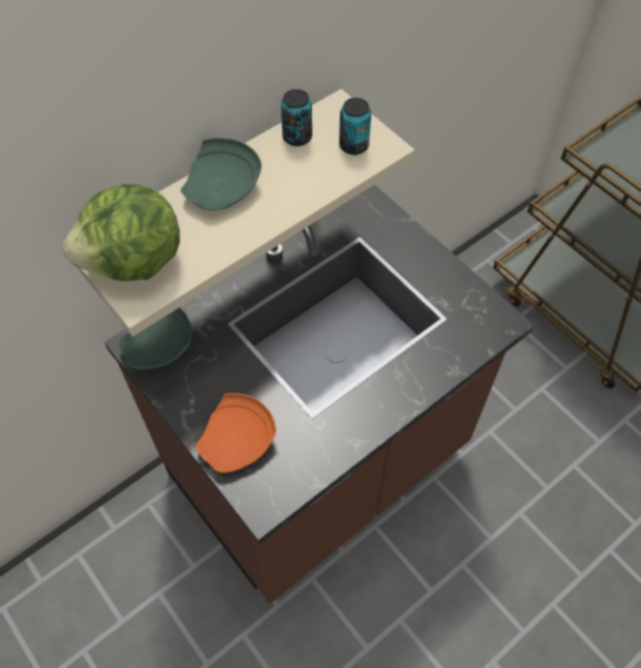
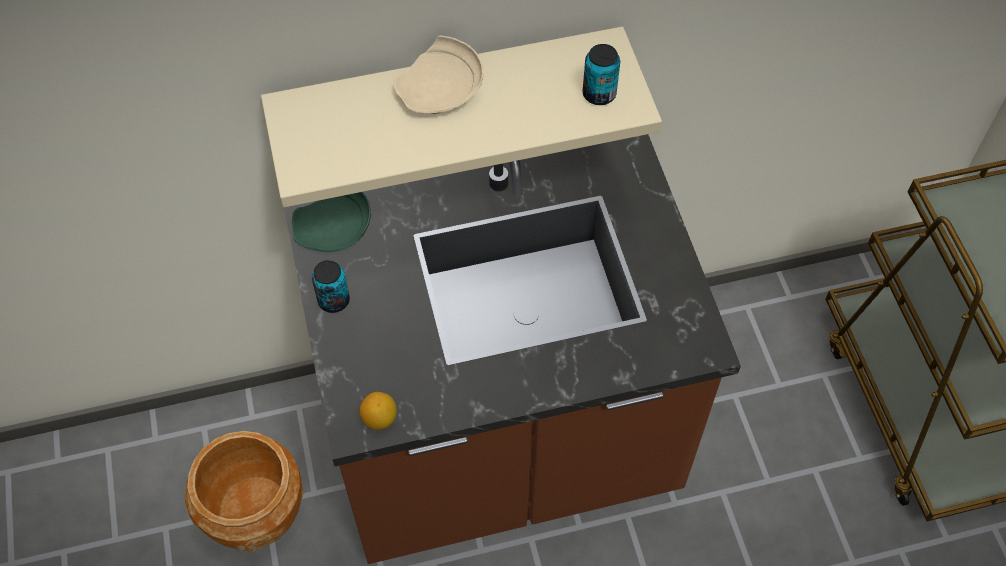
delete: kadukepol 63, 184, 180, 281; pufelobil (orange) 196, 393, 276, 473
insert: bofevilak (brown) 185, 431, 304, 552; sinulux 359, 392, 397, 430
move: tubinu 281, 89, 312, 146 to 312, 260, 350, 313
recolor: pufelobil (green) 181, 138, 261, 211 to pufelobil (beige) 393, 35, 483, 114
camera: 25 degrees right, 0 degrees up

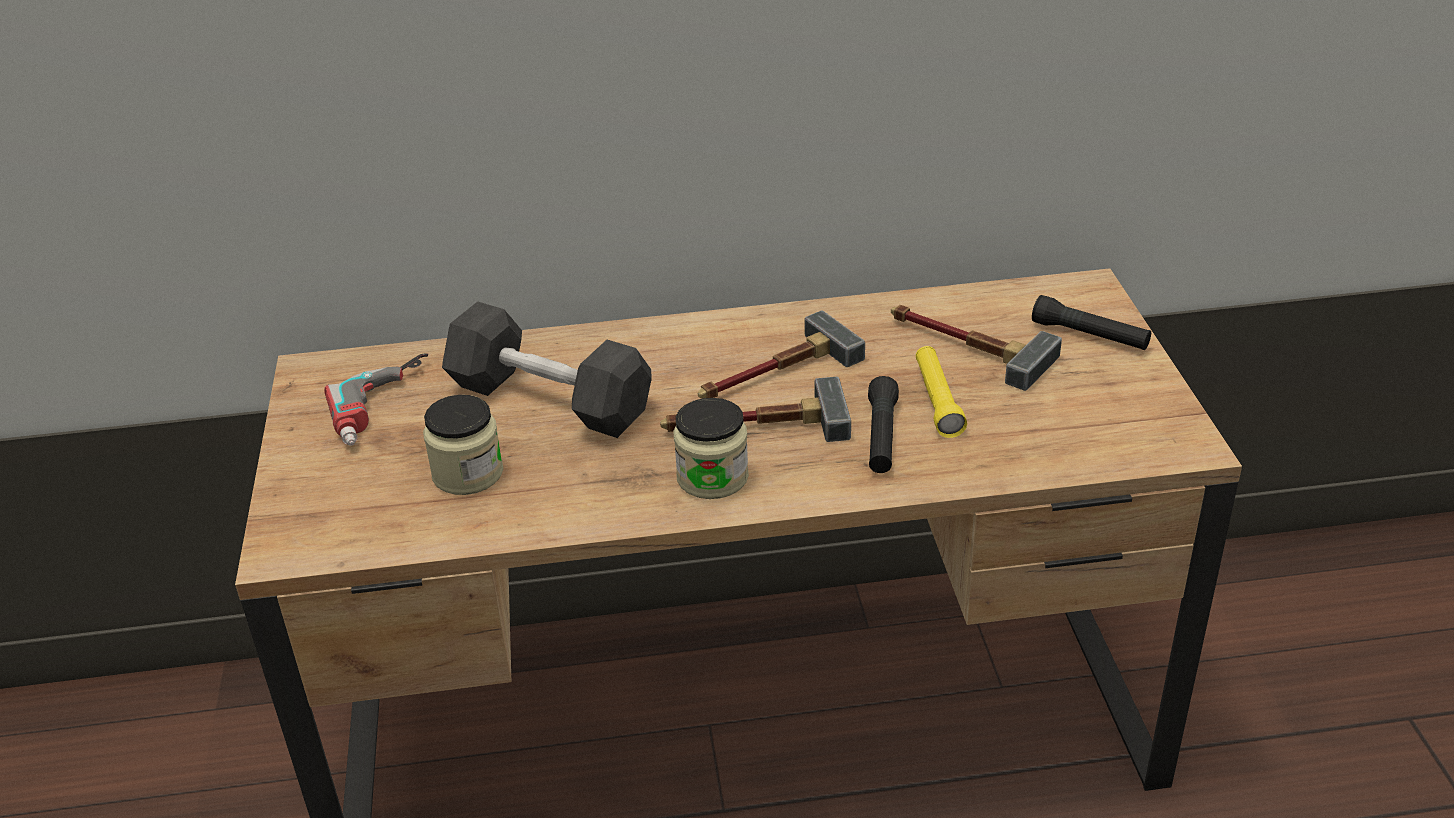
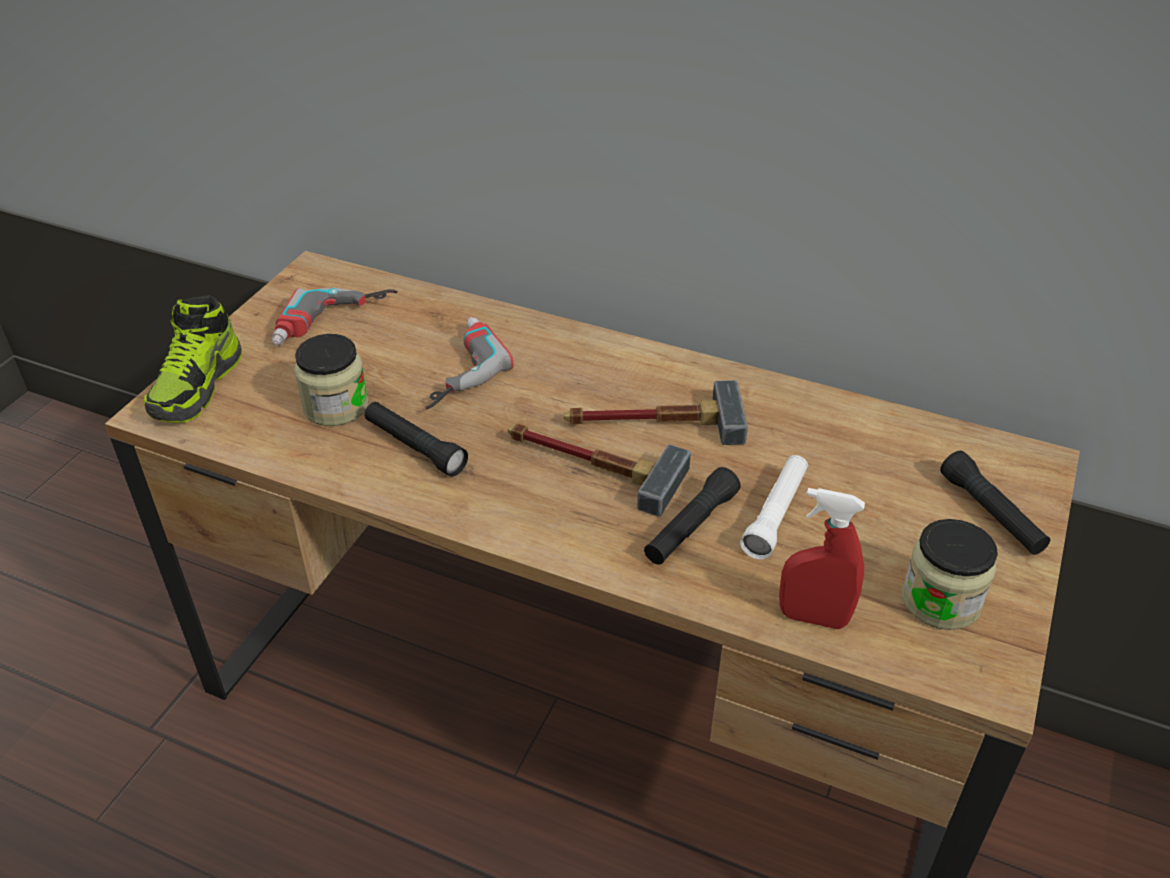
delete: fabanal 891, 305, 1062, 391
insert: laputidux 144, 295, 242, 423; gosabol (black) 365, 402, 468, 477; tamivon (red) 779, 488, 865, 629
move: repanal 673, 398, 749, 499 to 902, 519, 998, 630
replace: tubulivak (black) 442, 301, 652, 438 to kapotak 426, 317, 513, 410
recolor: gosabol (yellow) 915, 346, 967, 438 to gosabol (white) 740, 455, 808, 559
camera: 30 degrees right, 5 degrees up

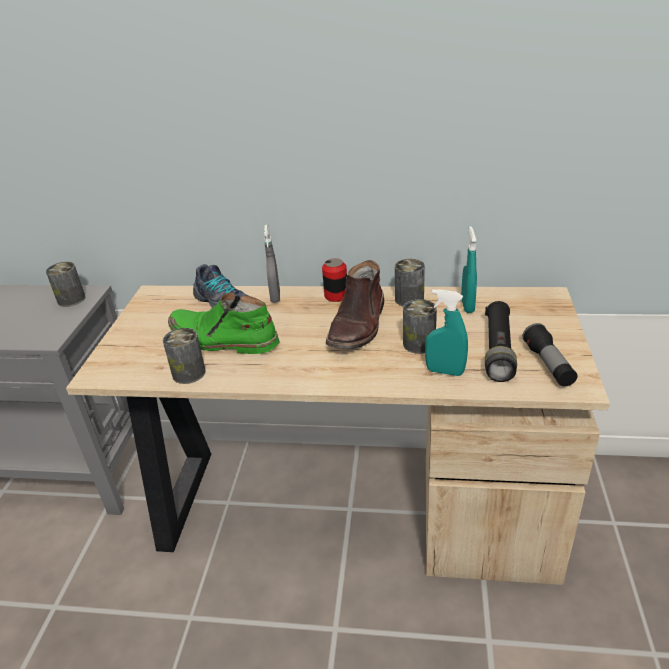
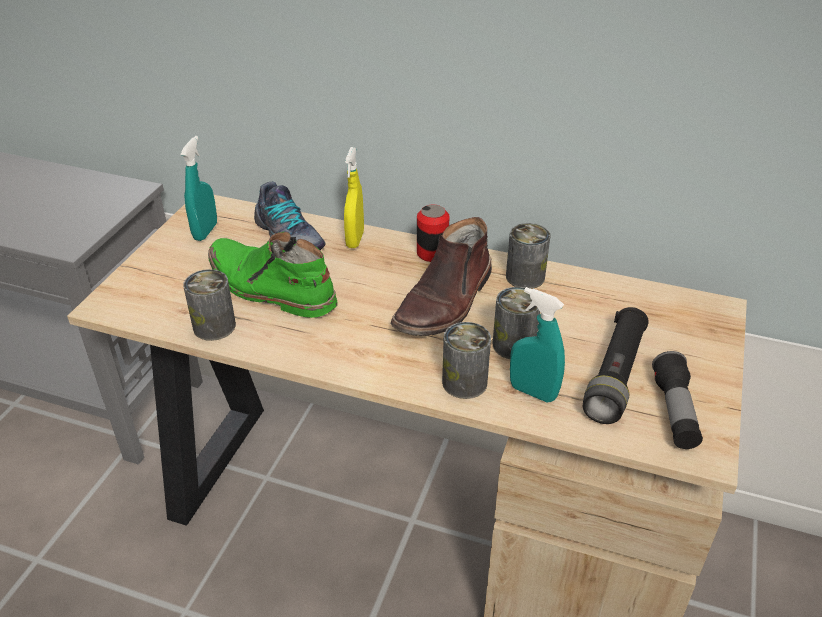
move: tamivon (turquoise) 461, 226, 477, 313 to 180, 136, 217, 241; tubinu 46, 262, 85, 307 to 442, 322, 491, 399
recolor: tamivon (grey) 264, 225, 280, 303 to tamivon (yellow) 344, 147, 364, 248
camera: 10 degrees right, 5 degrees up

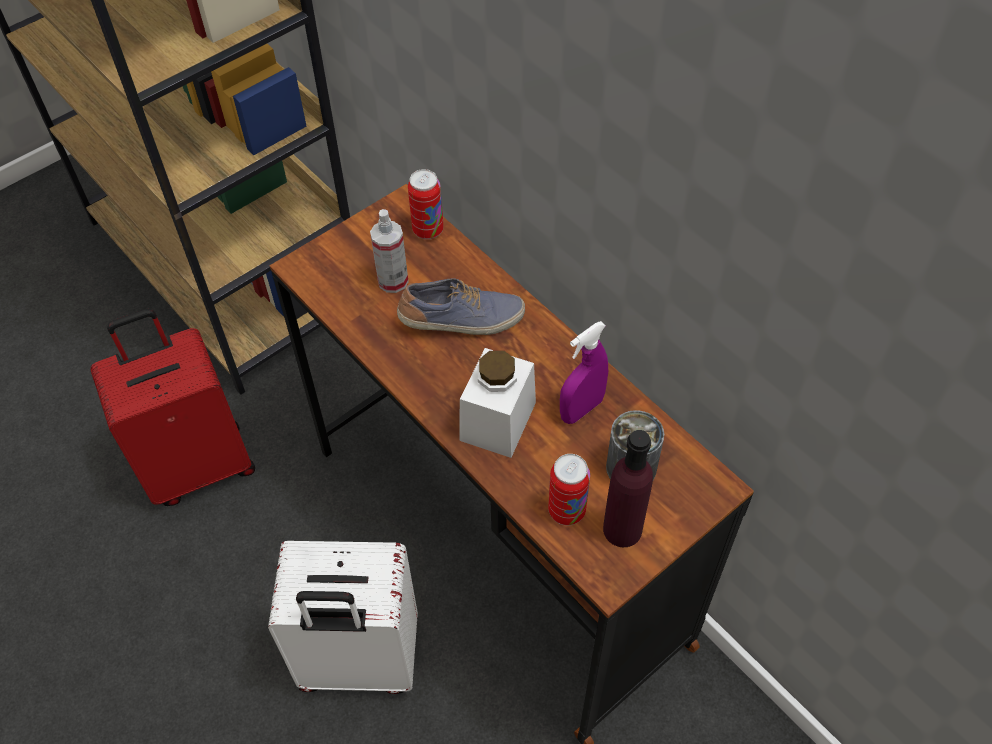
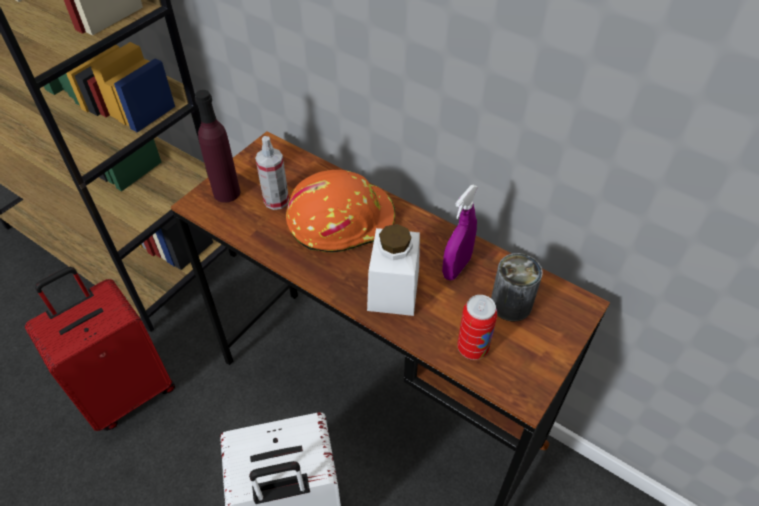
delete: tubinu 408, 169, 444, 239
move: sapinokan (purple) 603, 430, 653, 547 to 195, 90, 240, 203
replace: laputidux 397, 278, 525, 335 to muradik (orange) 286, 170, 395, 252
camera: 15 degrees left, 5 degrees down

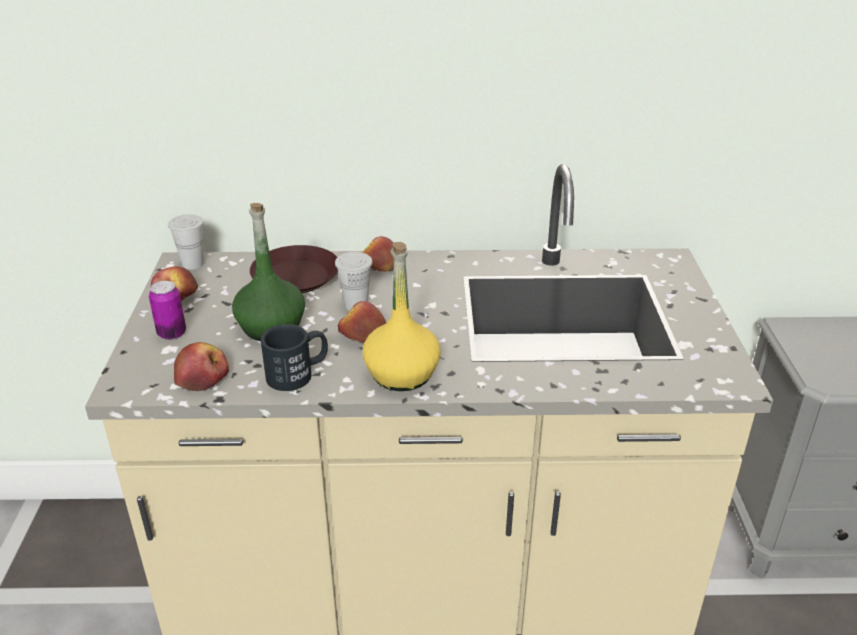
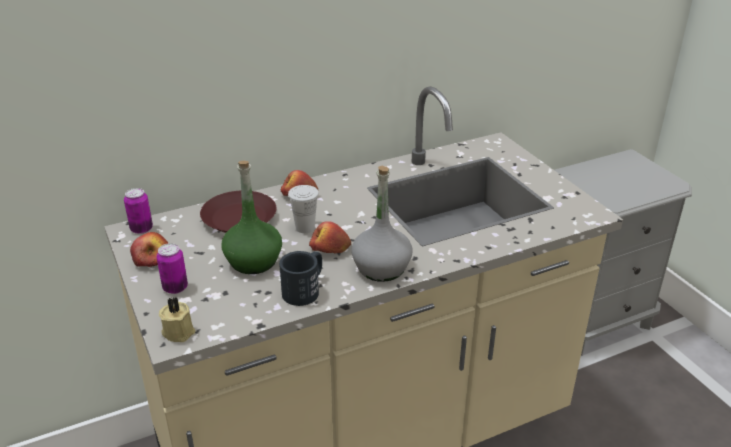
delete: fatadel 174, 342, 229, 391
insert: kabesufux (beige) 159, 297, 195, 342
replace: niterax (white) 168, 214, 204, 270 to tubinu 124, 188, 153, 234
recolor: sapinokan (yellow) 363, 242, 441, 391 to sapinokan (grey) 351, 166, 412, 282
camera: 25 degrees left, 0 degrees up

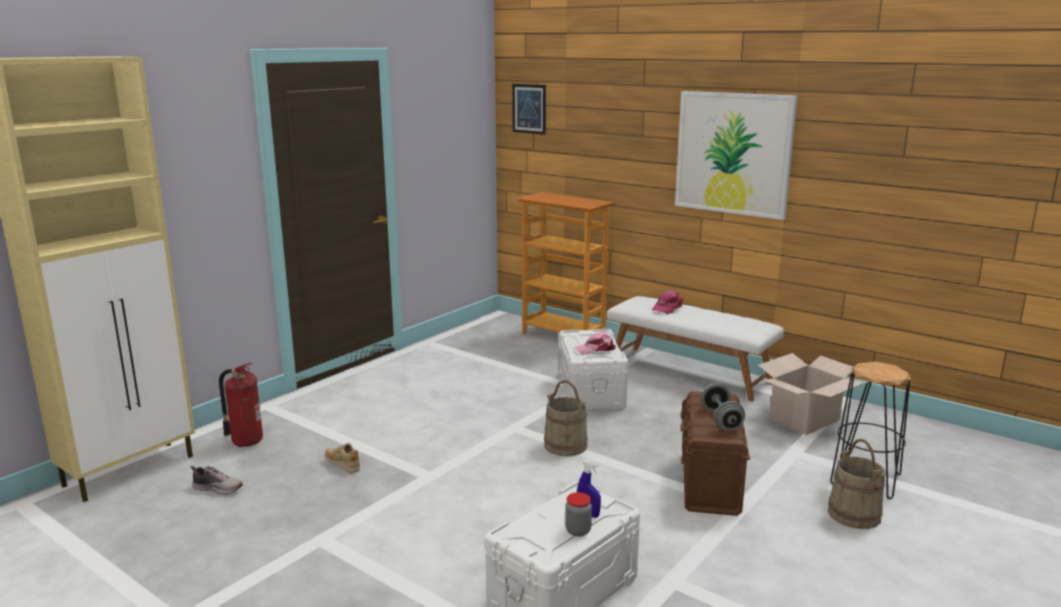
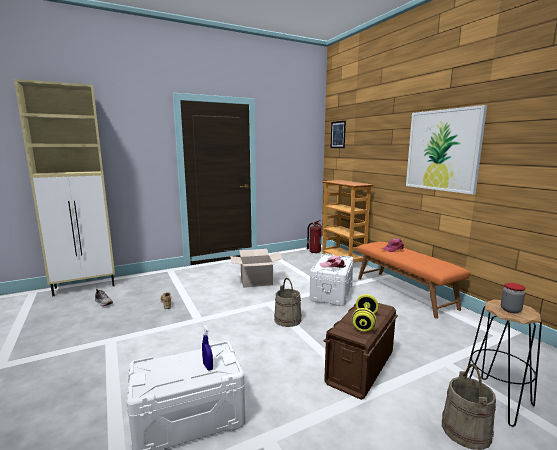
move: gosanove 758, 353, 865, 435 to 230, 249, 282, 288; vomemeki 219, 363, 263, 447 to 307, 220, 322, 253; repanal 565, 492, 592, 536 to 501, 283, 525, 313
recolor: tubulivak (grey) 701, 383, 745, 431 to tubulivak (yellow) 352, 294, 378, 331; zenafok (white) 607, 296, 784, 401 to zenafok (orange) 357, 242, 470, 319
camera: 25 degrees right, 5 degrees down

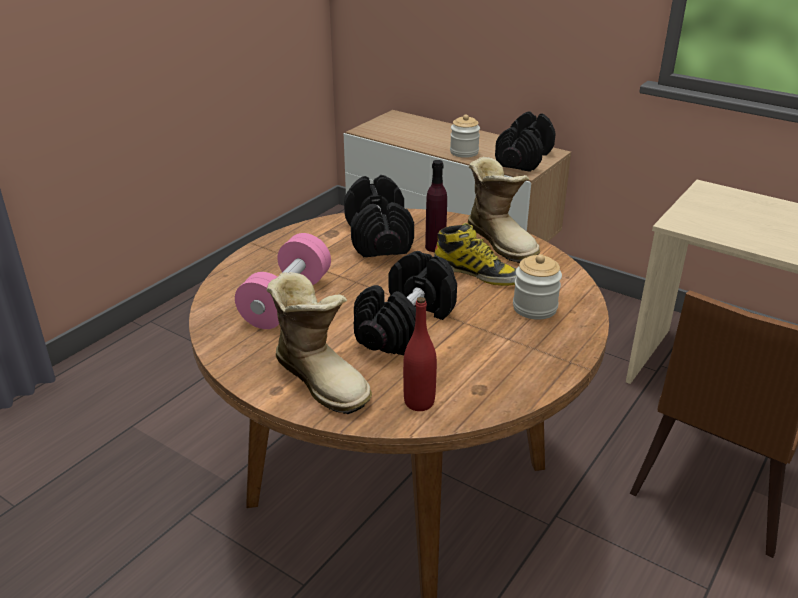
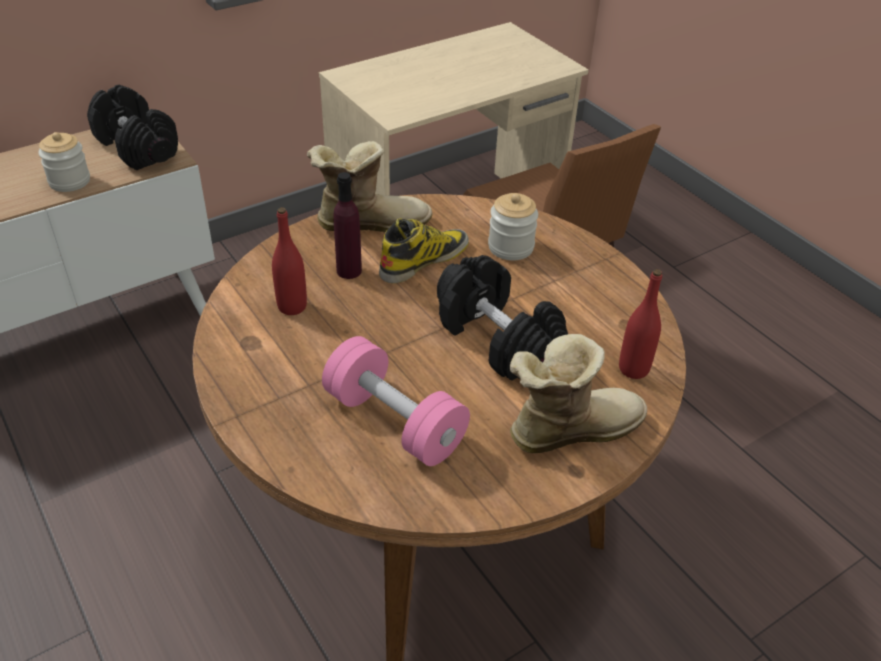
replace: tubulivak (black) 344, 175, 414, 257 to sapinokan (red) 272, 207, 307, 315
camera: 70 degrees left, 10 degrees up

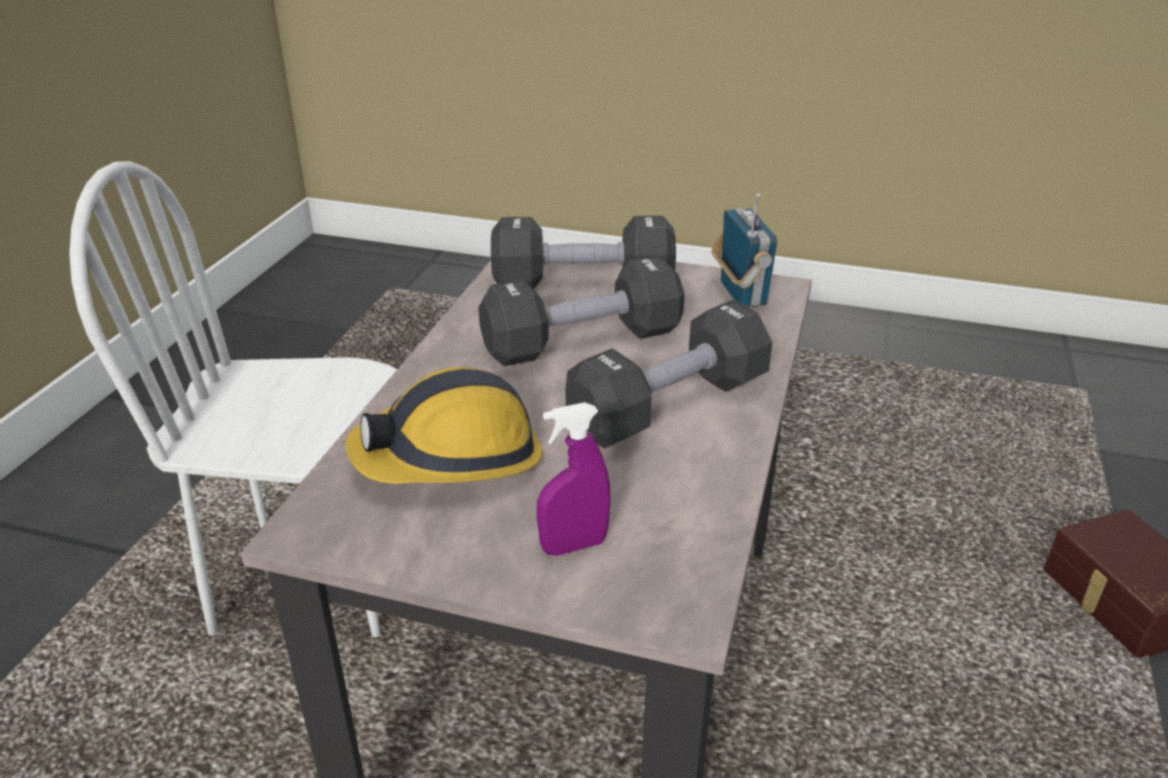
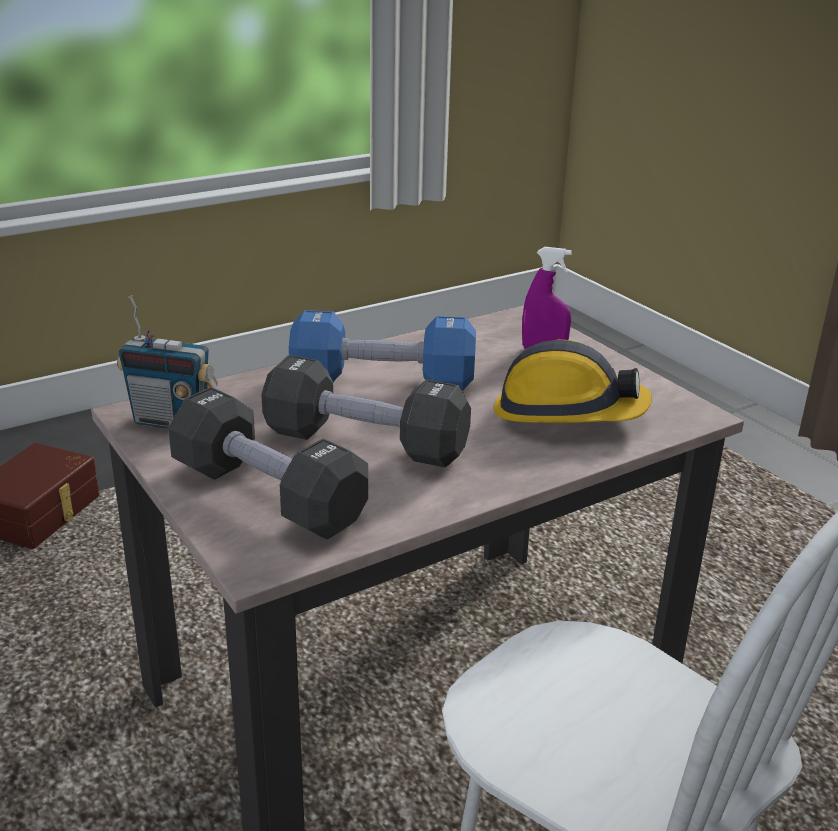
recolor: tubulivak (black) 566, 300, 772, 448 to tubulivak (blue) 289, 310, 476, 391
rotate: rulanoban 711, 193, 777, 307 = 117, 295, 218, 429 105 degrees counterclockwise
camera: 140 degrees left, 5 degrees down

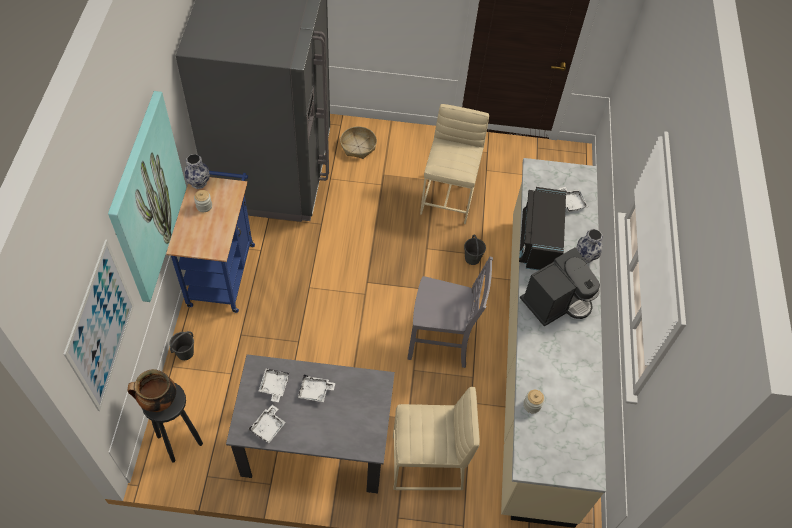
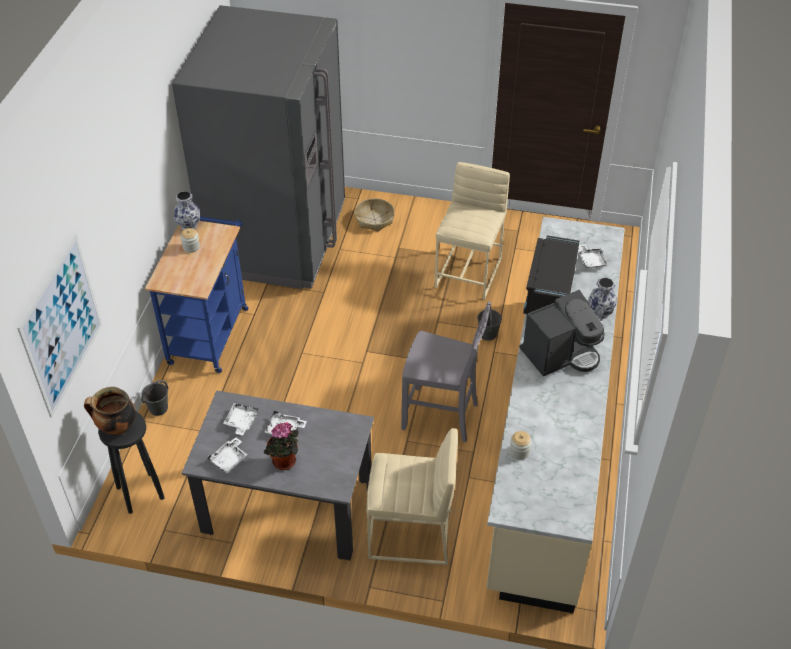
delete: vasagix 108, 91, 186, 302
insert: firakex 264, 422, 298, 470
camera: 10 degrees right, 10 degrees down

